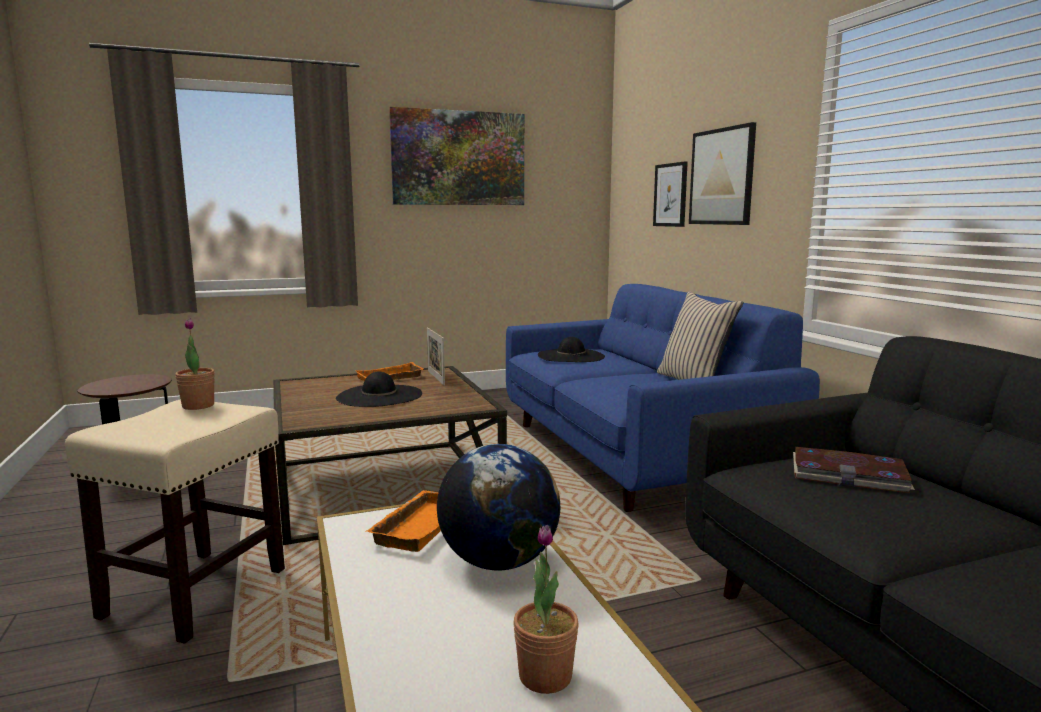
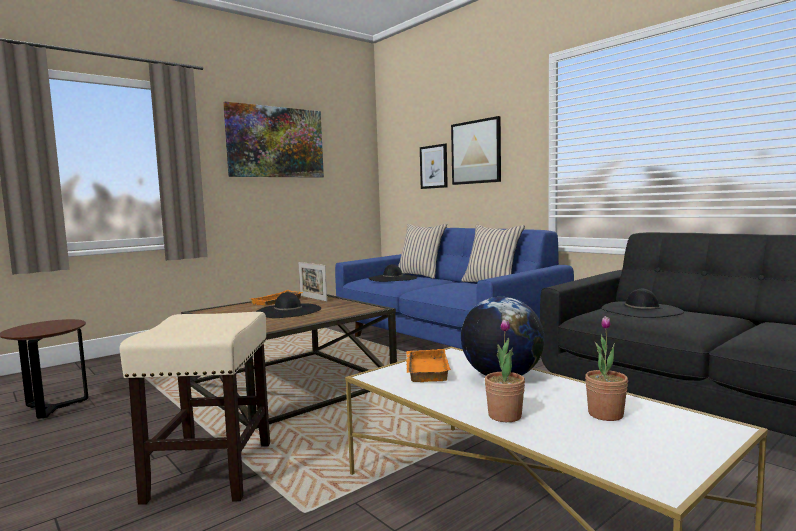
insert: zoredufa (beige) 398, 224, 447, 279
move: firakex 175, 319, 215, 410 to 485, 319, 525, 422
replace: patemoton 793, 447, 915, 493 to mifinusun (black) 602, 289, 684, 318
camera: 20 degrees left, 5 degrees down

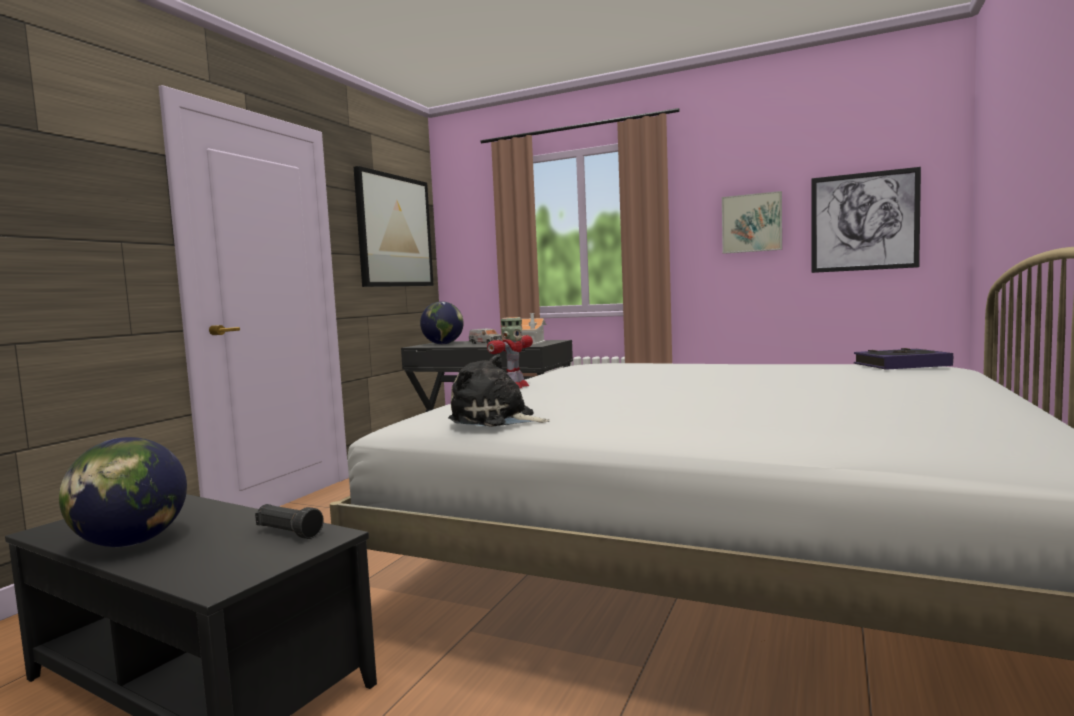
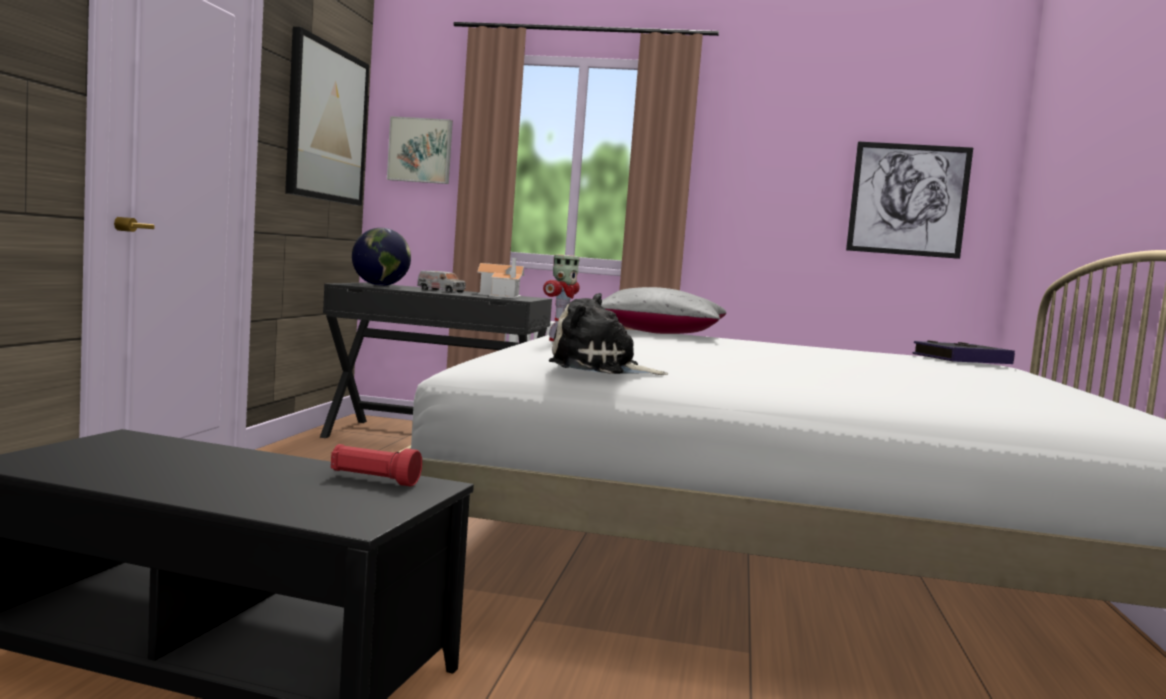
delete: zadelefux 59, 437, 187, 547
insert: zoredufa (grey) 601, 287, 726, 334
move: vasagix 722, 191, 782, 254 to 387, 116, 453, 184
recolor: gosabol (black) 255, 504, 324, 539 to gosabol (red) 331, 444, 422, 487
camera: 15 degrees left, 0 degrees up

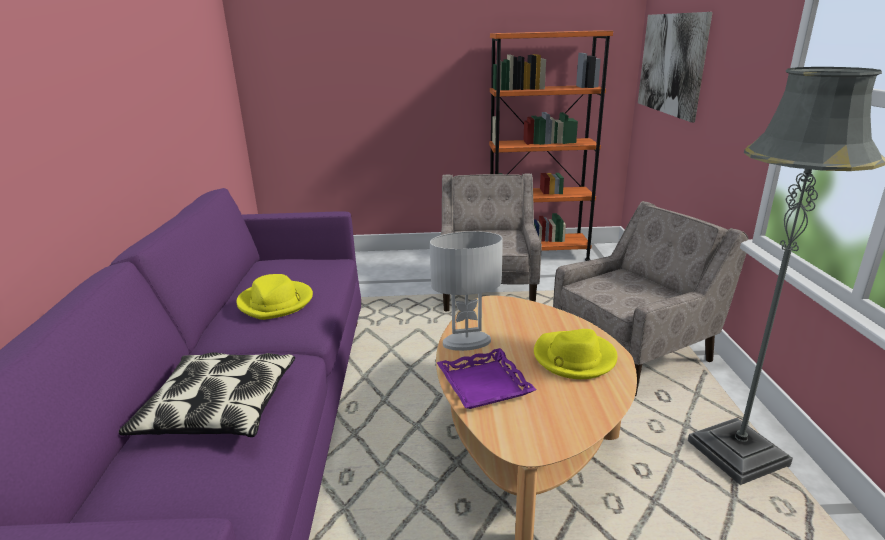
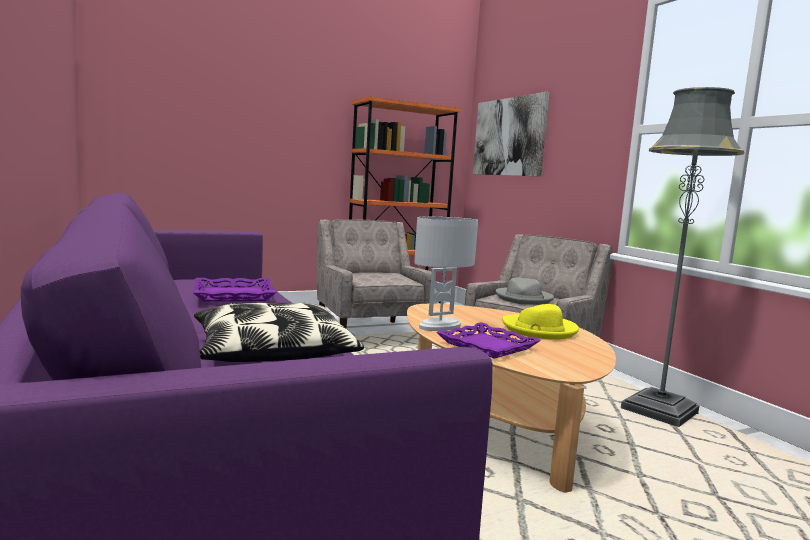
insert: mifinusun (grey) 496, 277, 554, 305
replace: mifinusun (yellow) 236, 274, 313, 320 to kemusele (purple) 193, 278, 277, 302
camera: 25 degrees left, 15 degrees down

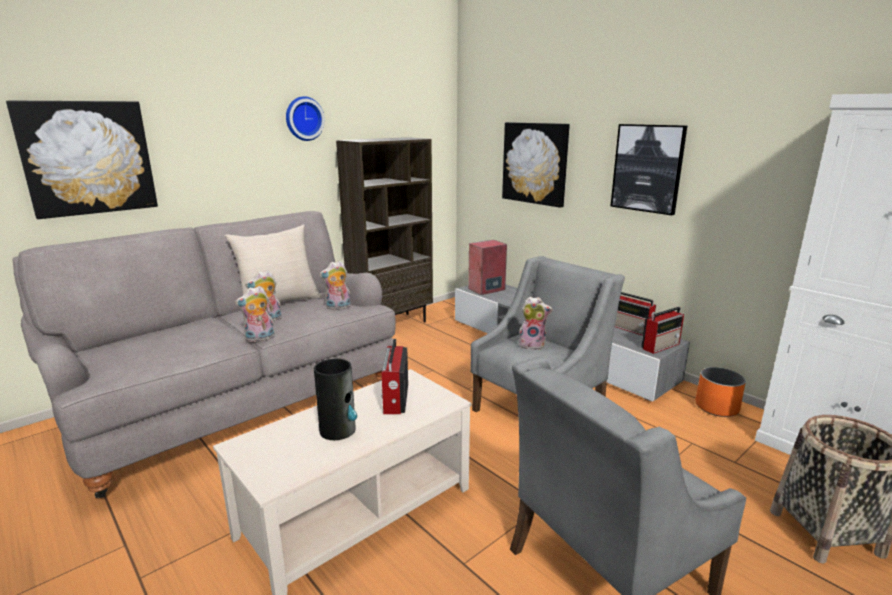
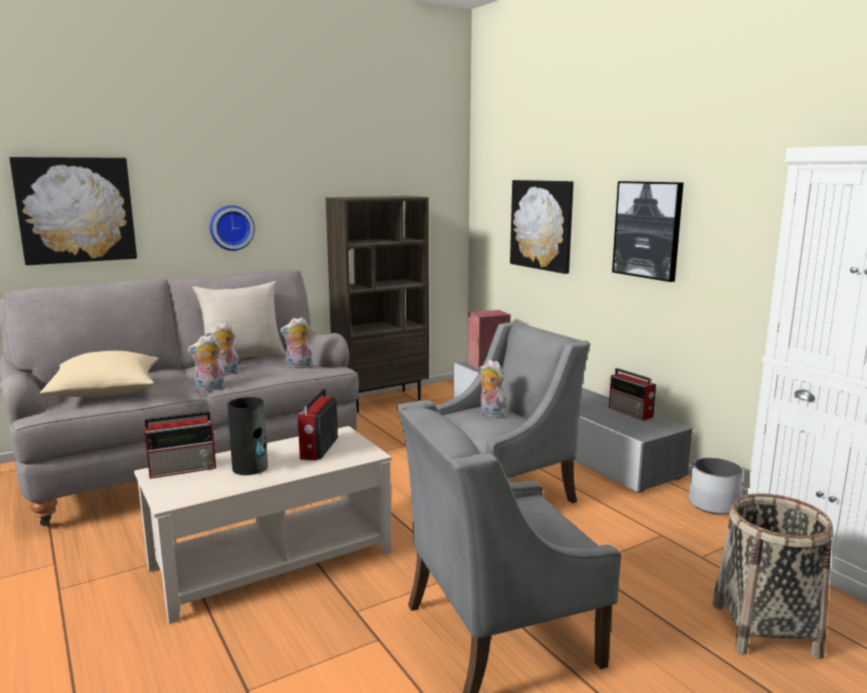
insert: zoredufa (beige) 40, 351, 159, 397
move: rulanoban 641, 307, 684, 354 to 144, 411, 216, 479; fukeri 286, 96, 325, 141 to 210, 205, 255, 251
recolor: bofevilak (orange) 695, 367, 746, 417 to bofevilak (white) 689, 458, 743, 515
rotate: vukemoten 518, 297, 553, 350 = 478, 360, 506, 418 150 degrees counterclockwise
camera: 10 degrees right, 5 degrees down

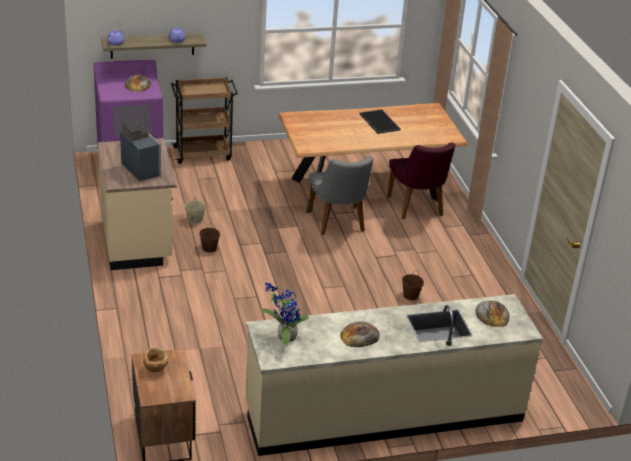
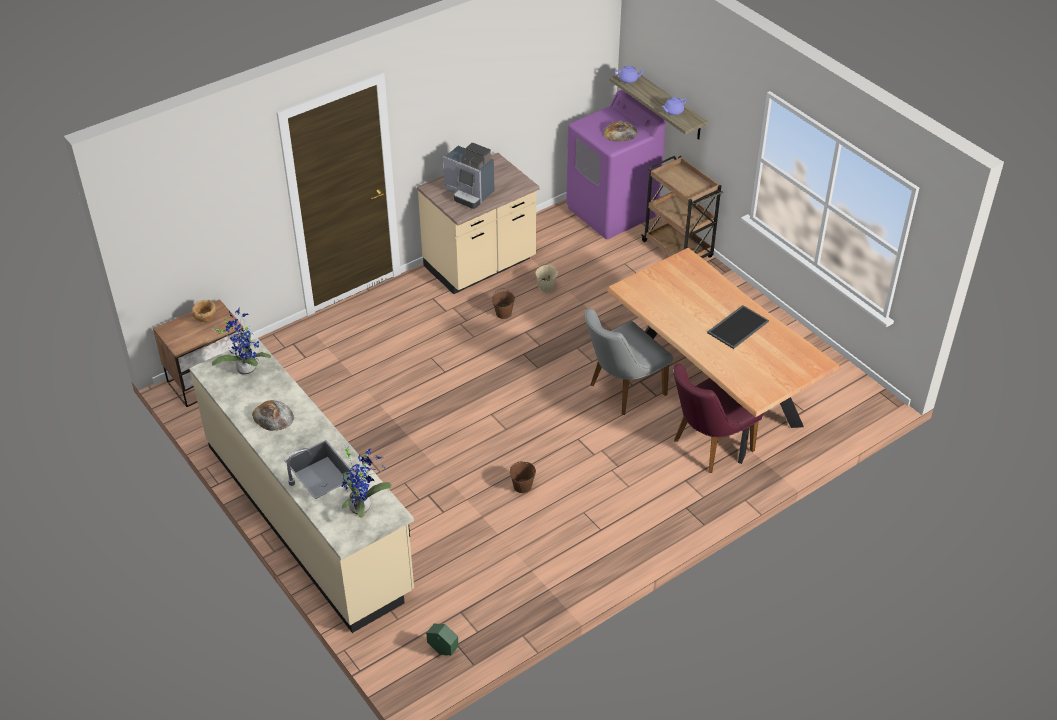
insert: bofevilak (green) 426, 624, 459, 655
replace: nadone 476, 300, 509, 327 to firakex 341, 445, 392, 518
rotate: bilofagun 120, 120, 161, 181 = 443, 143, 494, 209 90 degrees clockwise
camera: 70 degrees right, 10 degrees up

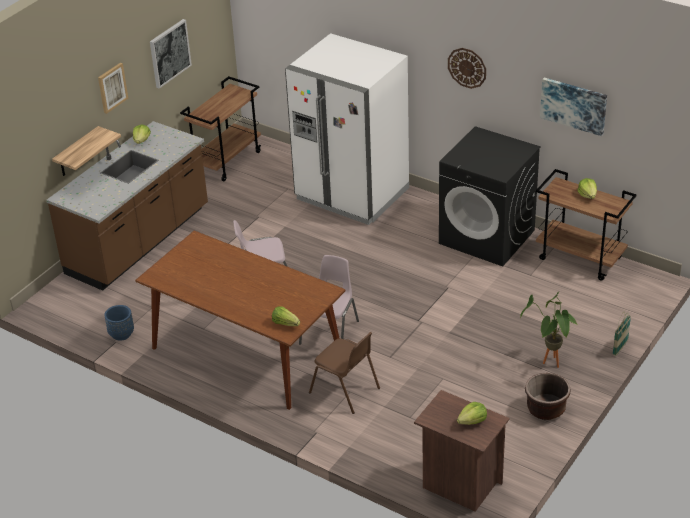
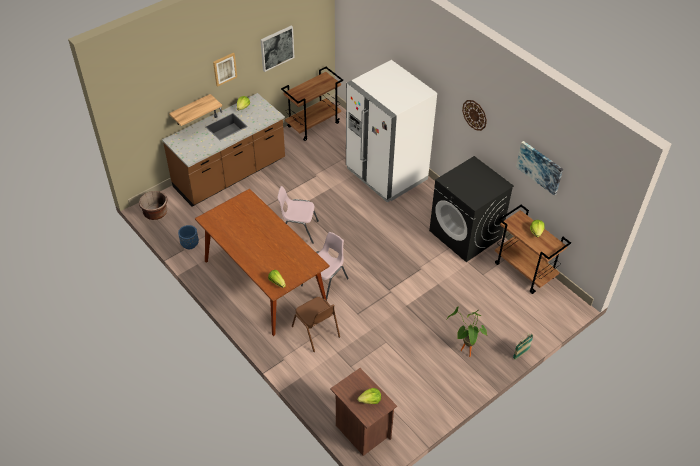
move: bofevilak (brown) 525, 373, 571, 420 to 139, 191, 167, 220
camera: 15 degrees right, 10 degrees up

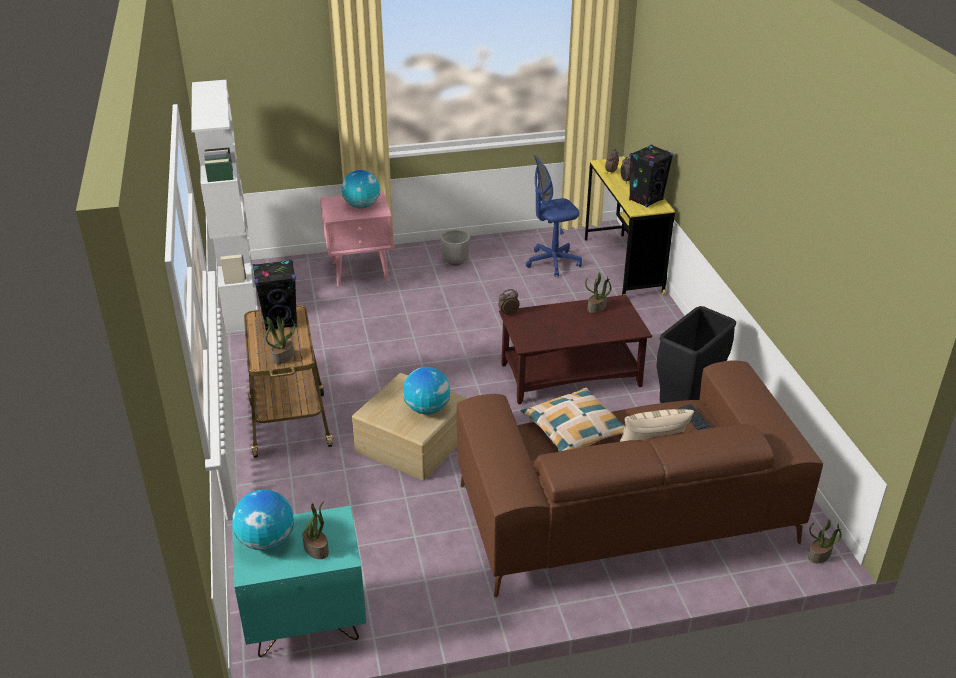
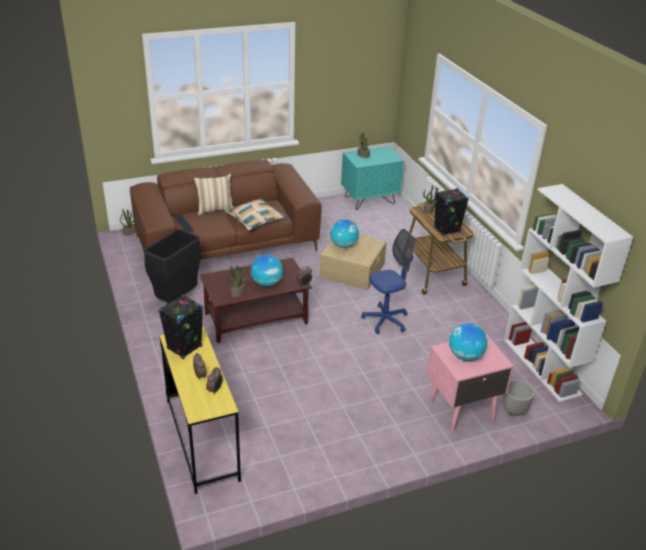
move: zadelefux 232, 489, 294, 551 to 251, 254, 283, 287; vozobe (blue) 526, 155, 582, 277 to 361, 229, 416, 334; bofevilak 440, 230, 470, 266 to 503, 380, 534, 416
camera: 170 degrees right, 0 degrees up

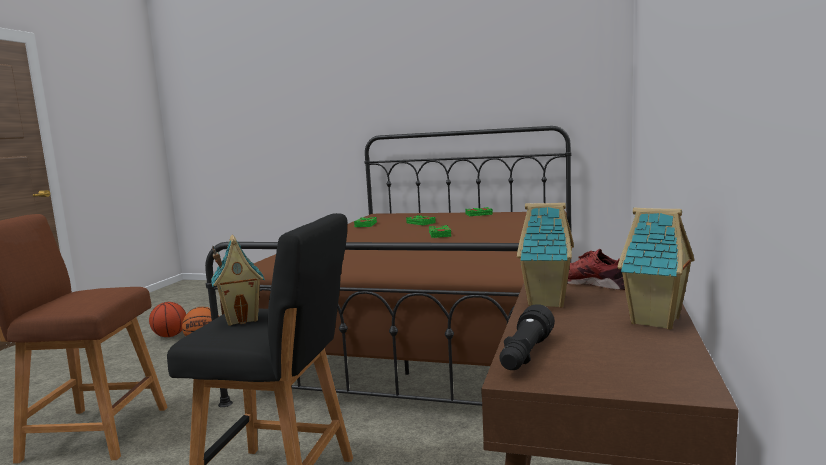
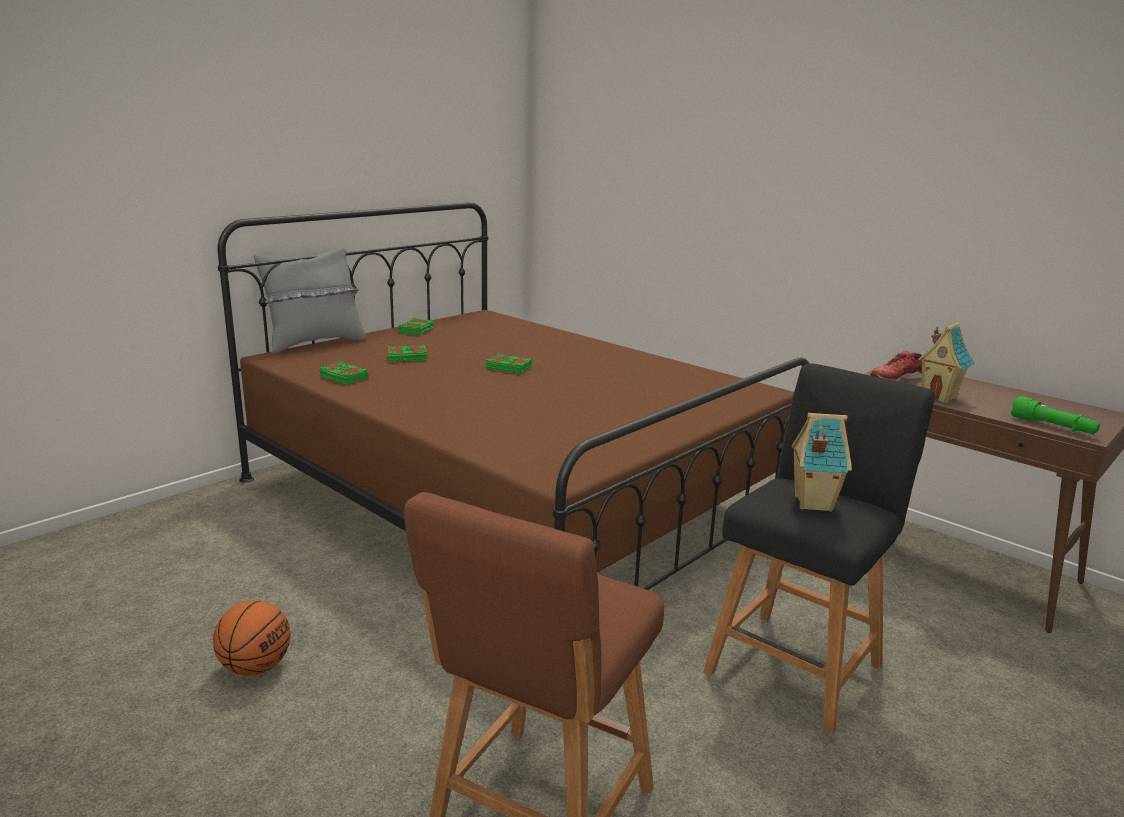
delete: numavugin 149, 302, 186, 337; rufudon 617, 207, 694, 330
insert: zoredufa (grey) 254, 248, 366, 354
recolor: gosabol (black) 499, 304, 555, 370 to gosabol (green) 1011, 396, 1100, 434
camera: 65 degrees left, 10 degrees up

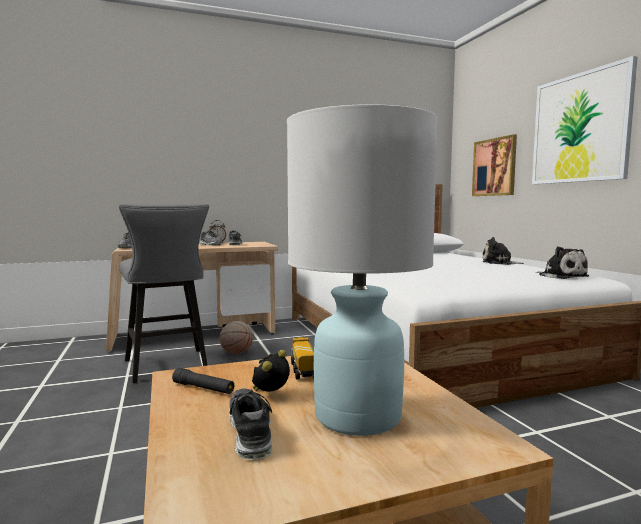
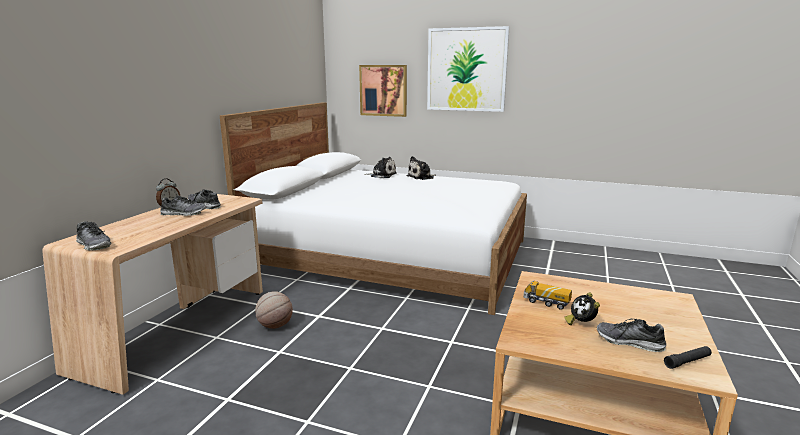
delete: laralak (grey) 119, 203, 209, 383; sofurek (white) 287, 104, 438, 436
move: vukemoten 535, 246, 589, 279 to 364, 157, 397, 178; gosabol (black) 172, 368, 234, 394 to 664, 346, 712, 369
camera: 50 degrees left, 10 degrees up

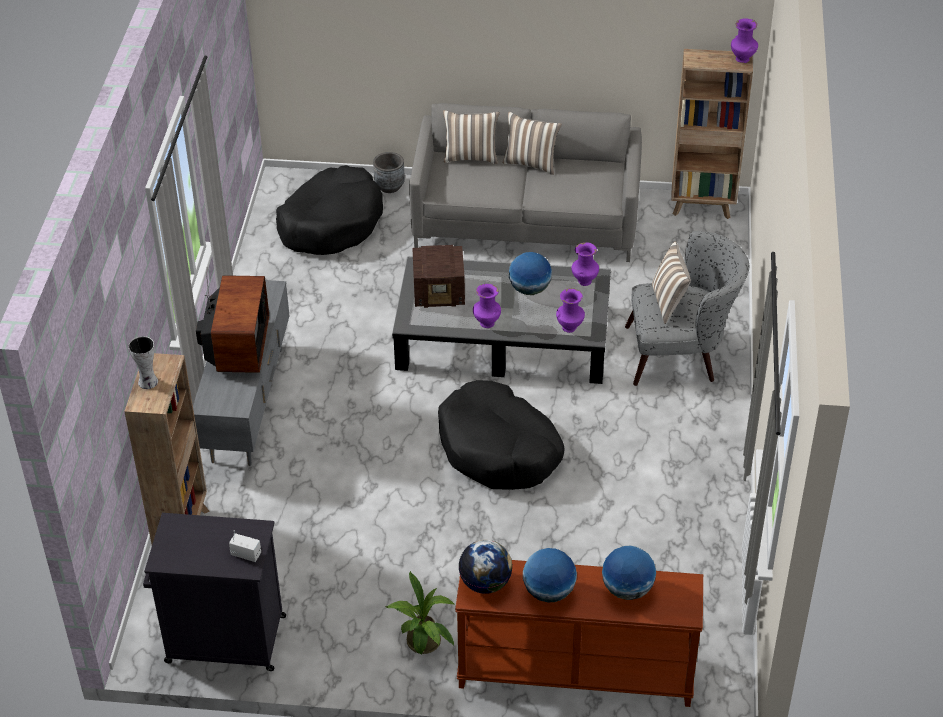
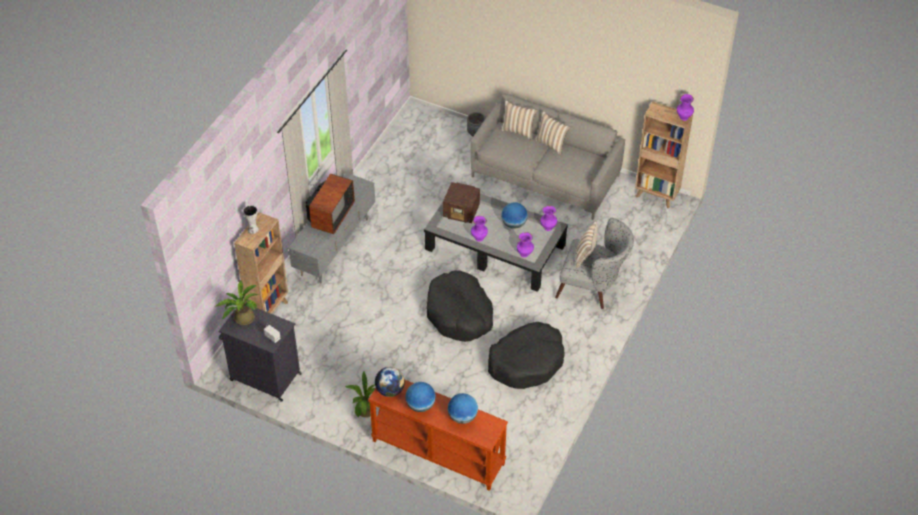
insert: firakex 215, 280, 259, 325
move: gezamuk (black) 276, 165, 383, 255 to 488, 322, 565, 389
camera: 20 degrees right, 5 degrees up

